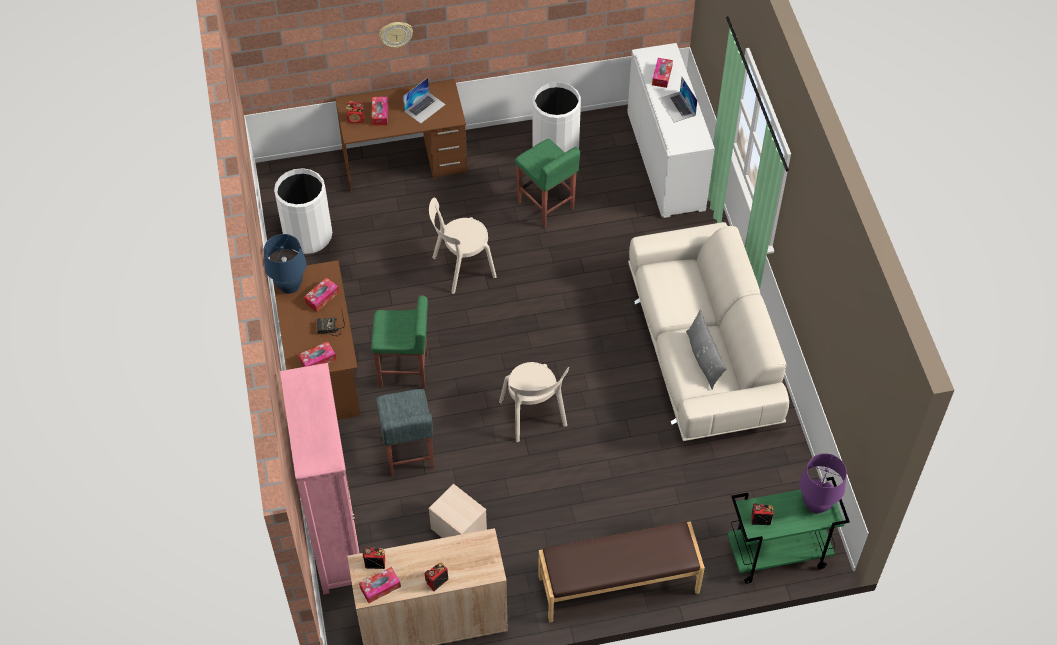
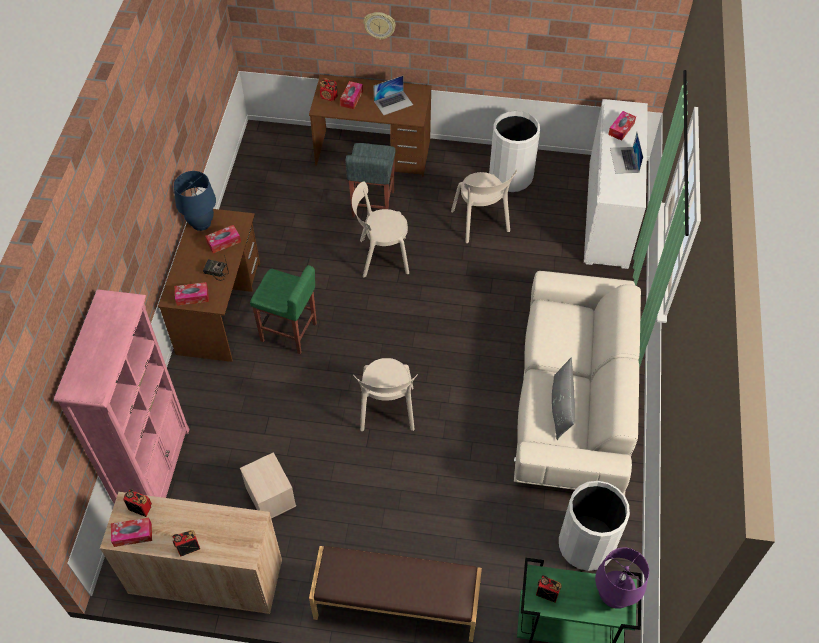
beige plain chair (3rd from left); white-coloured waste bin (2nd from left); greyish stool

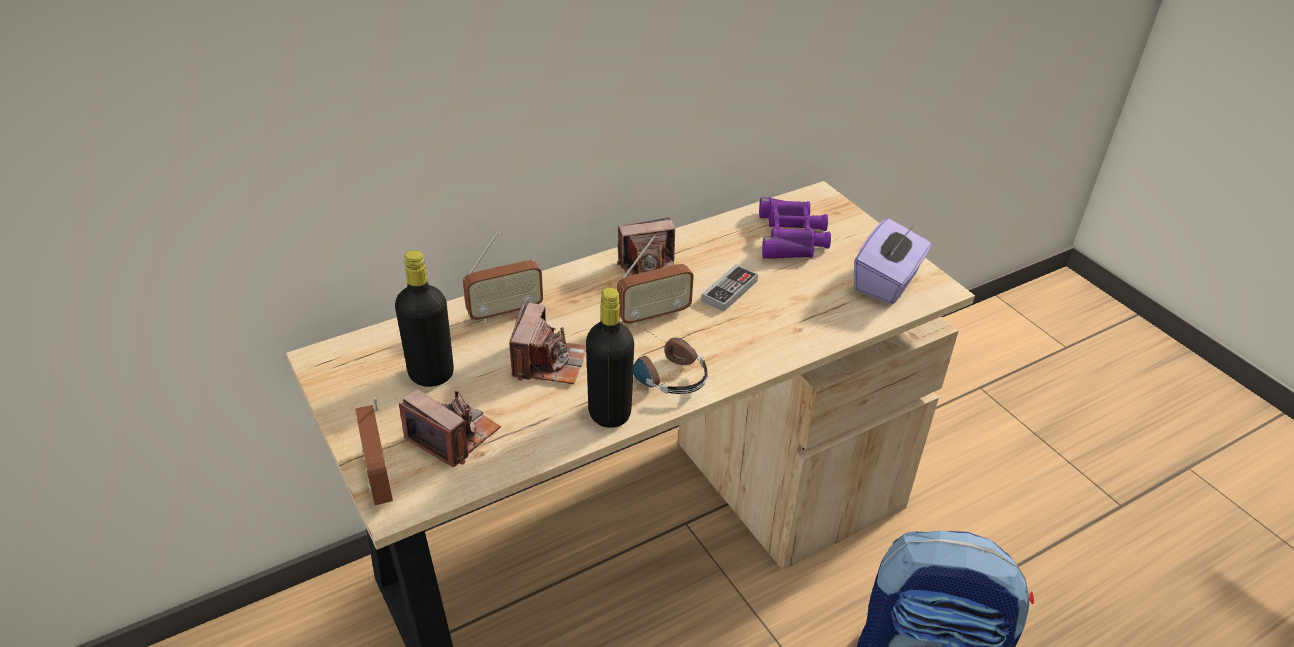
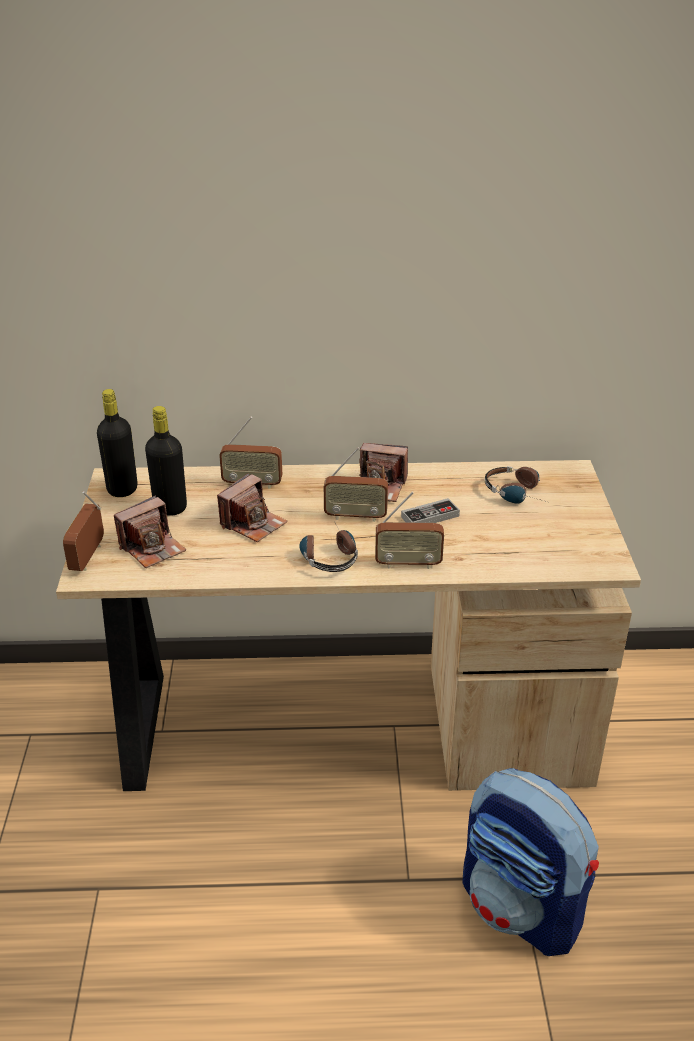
pair of headphones (2nd from left); purple tissue holder; black drink bottle (1st from left); still camera (1st from left); radio (4th from left)

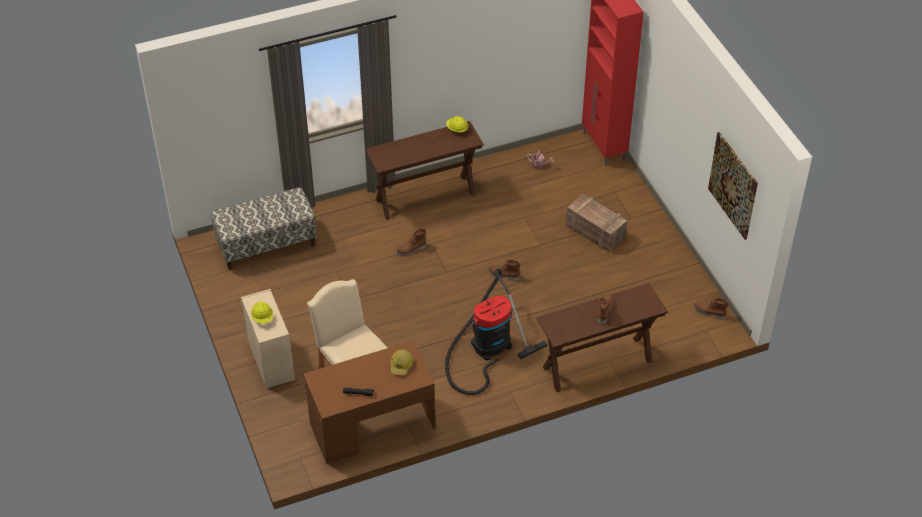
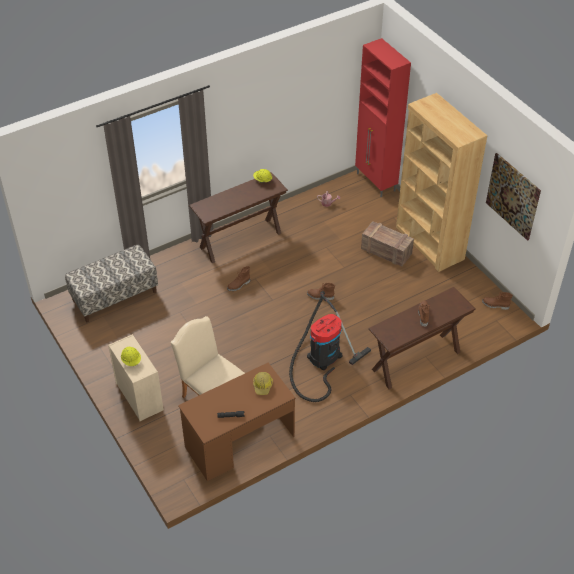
brown-coloured bookcase

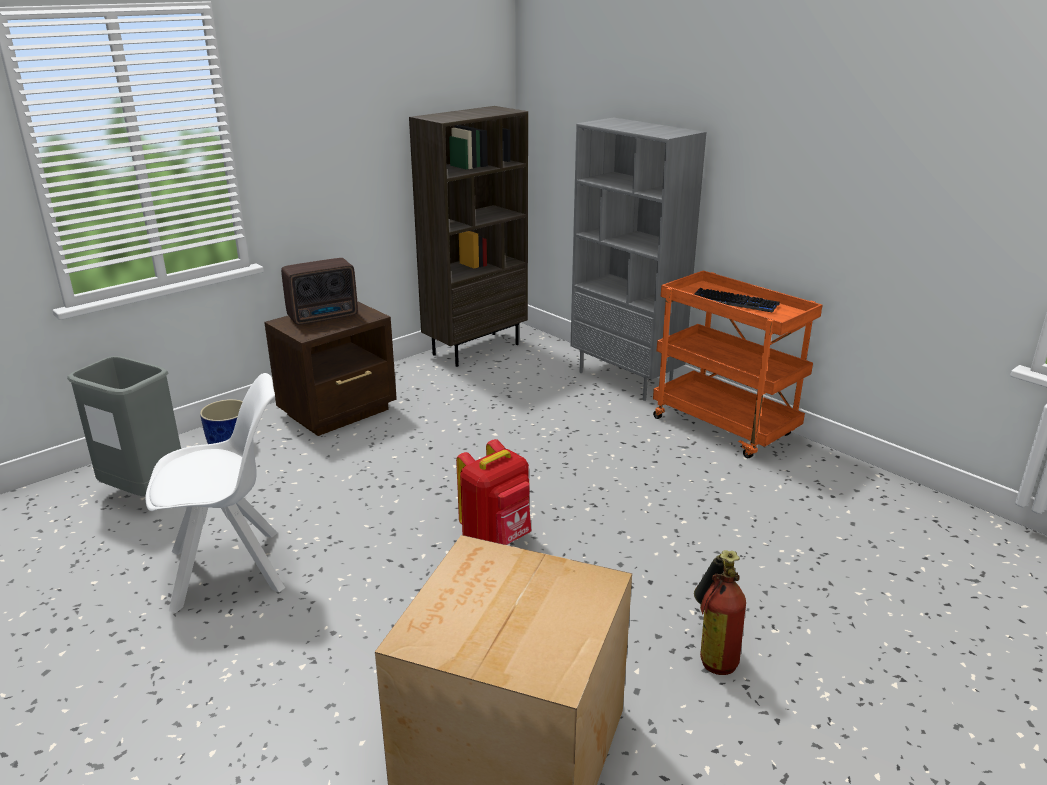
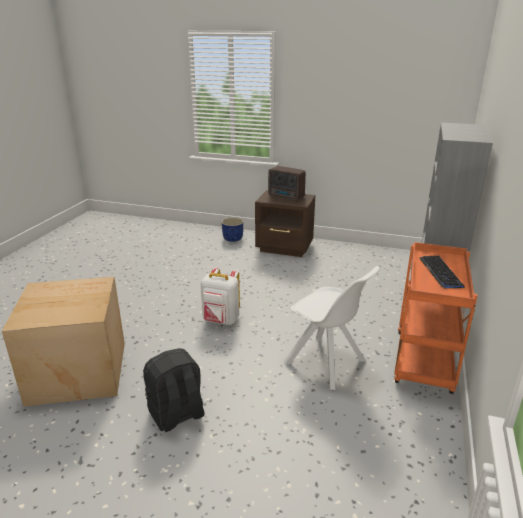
brown-coloured bookcase; greyish waste bin; white-coloured plain chair; white-coloured rucksack; black rucksack

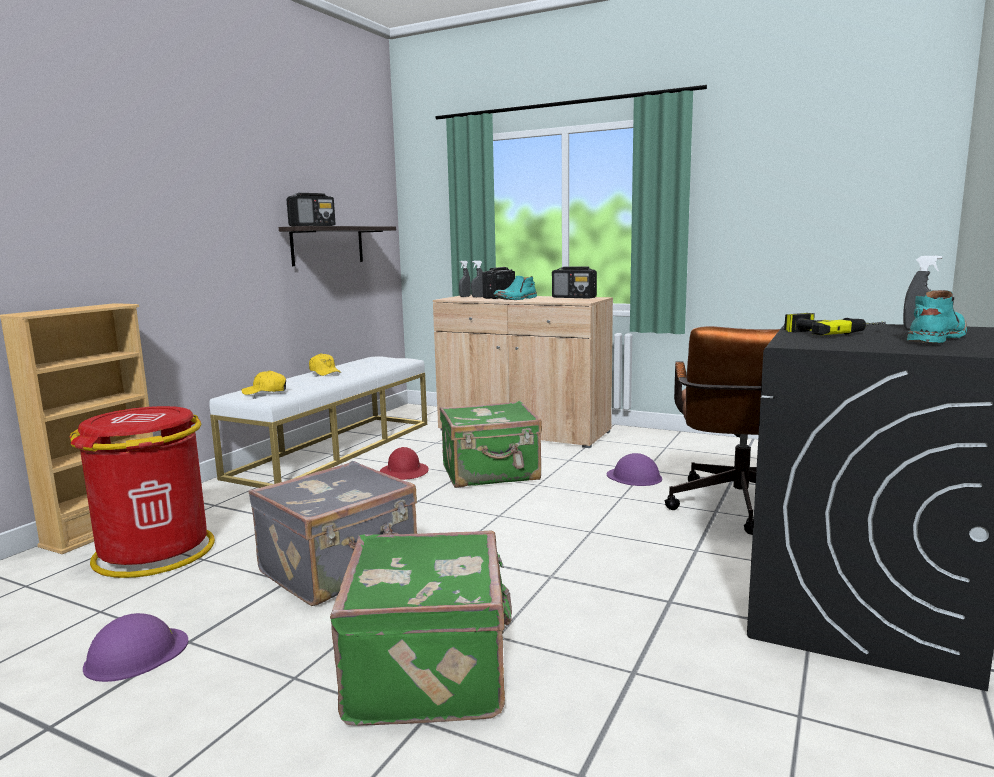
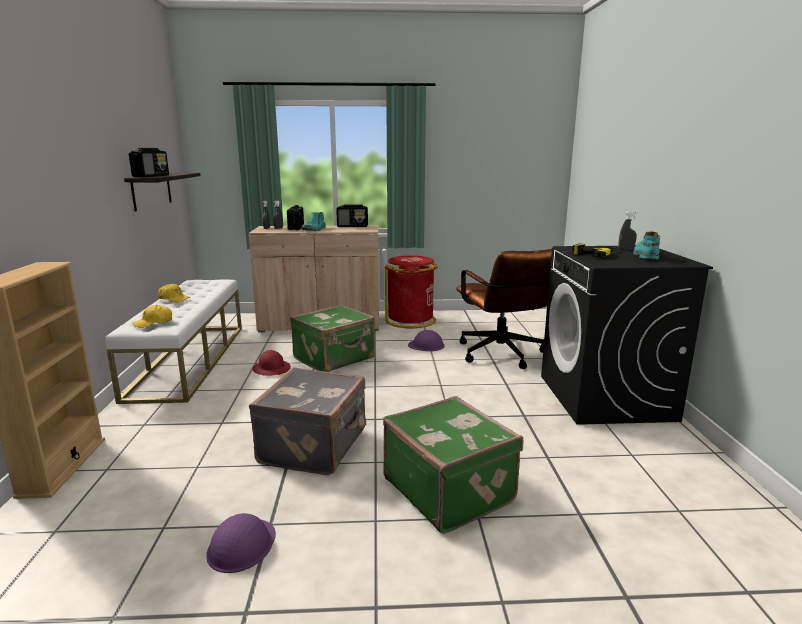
red waste bin

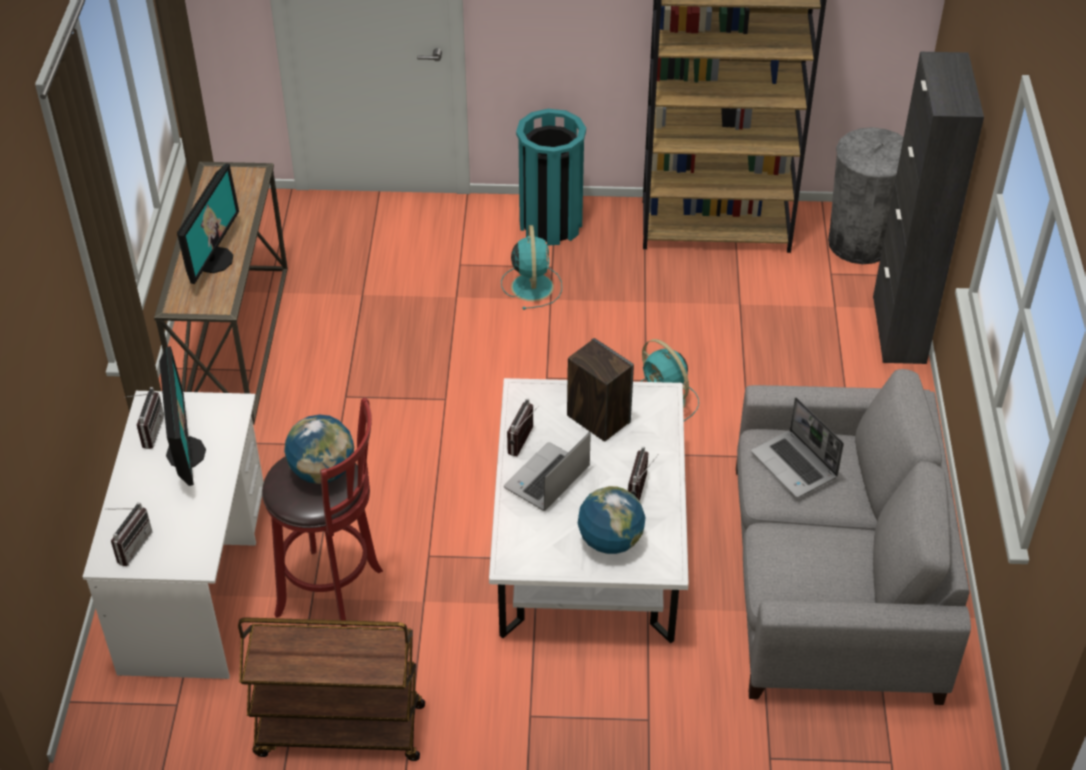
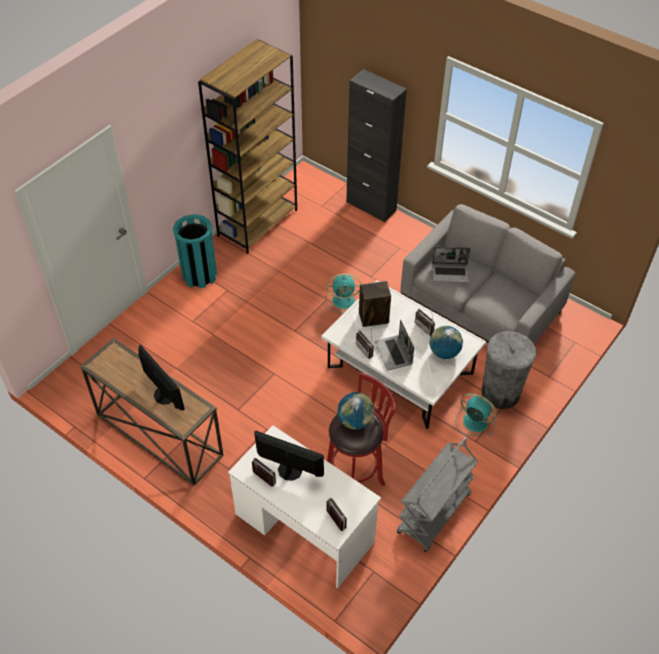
greyish waste bin; turquoise-coloured fan (2nd from left); greyish wheeled cart

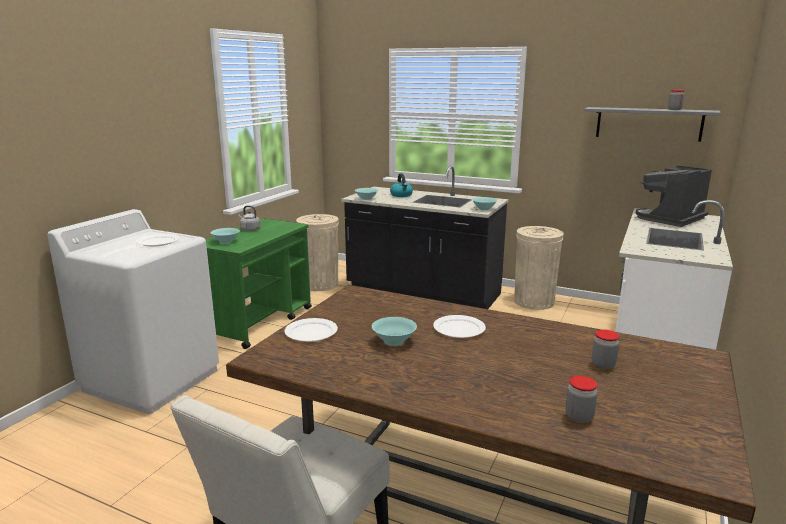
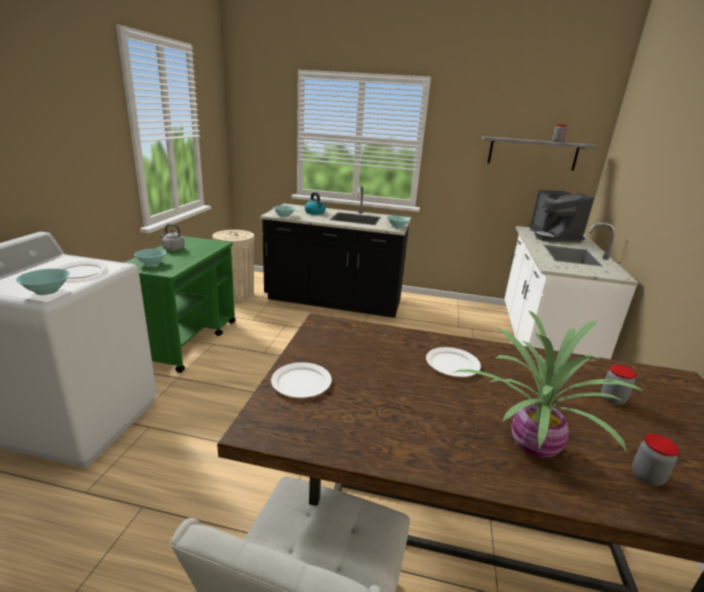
coffee maker; beige waste bin (2nd from left in the first image); turquoise-coloured serving bowl (1st from left); potted plant

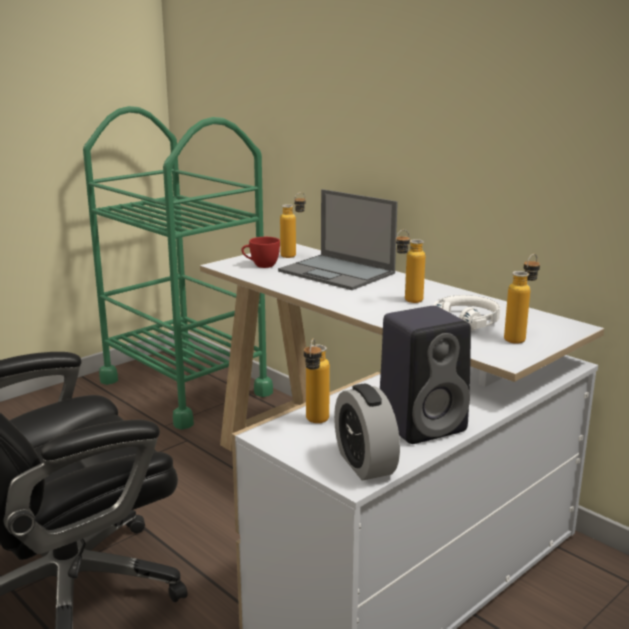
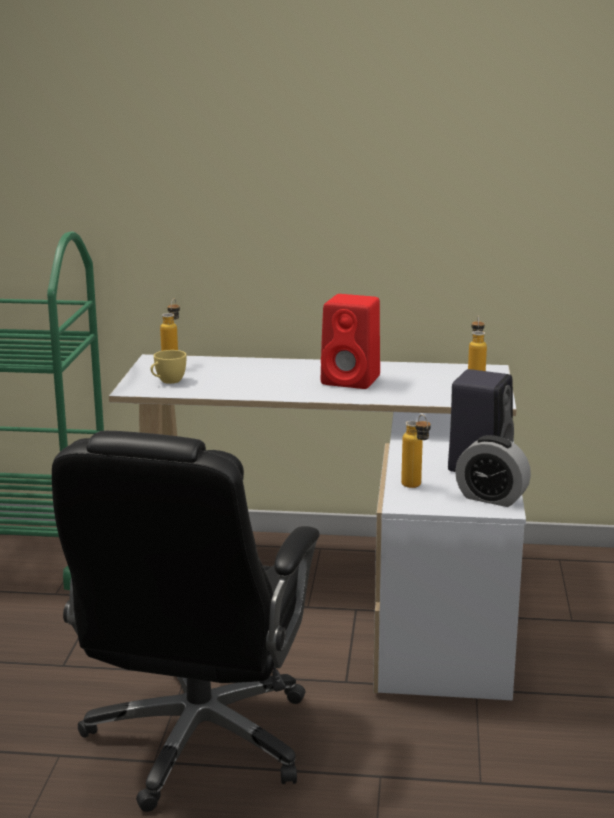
laptop; red speaker; yellow-coloured cup; white-coloured pair of headphones

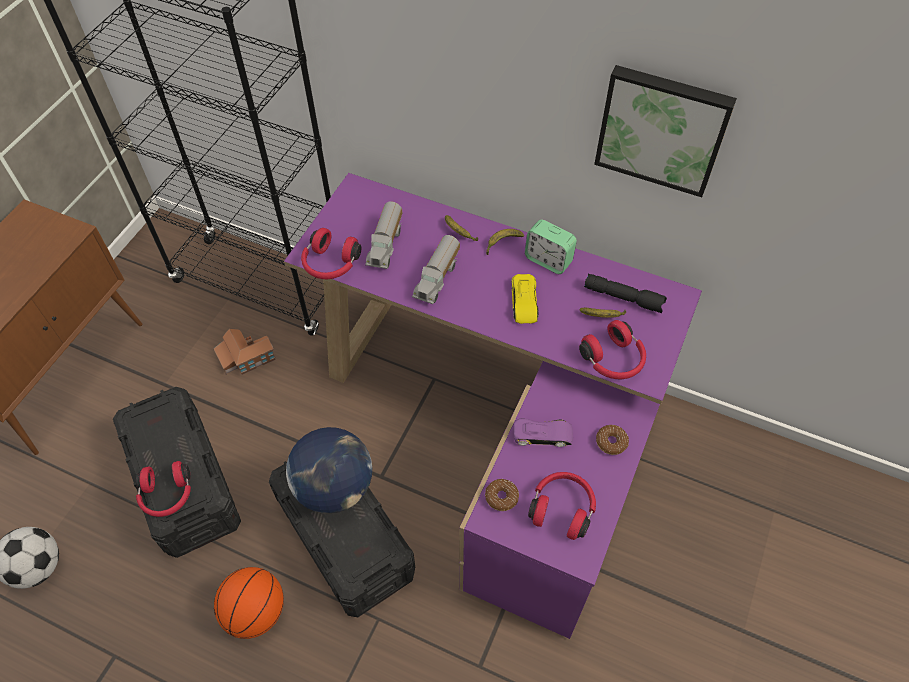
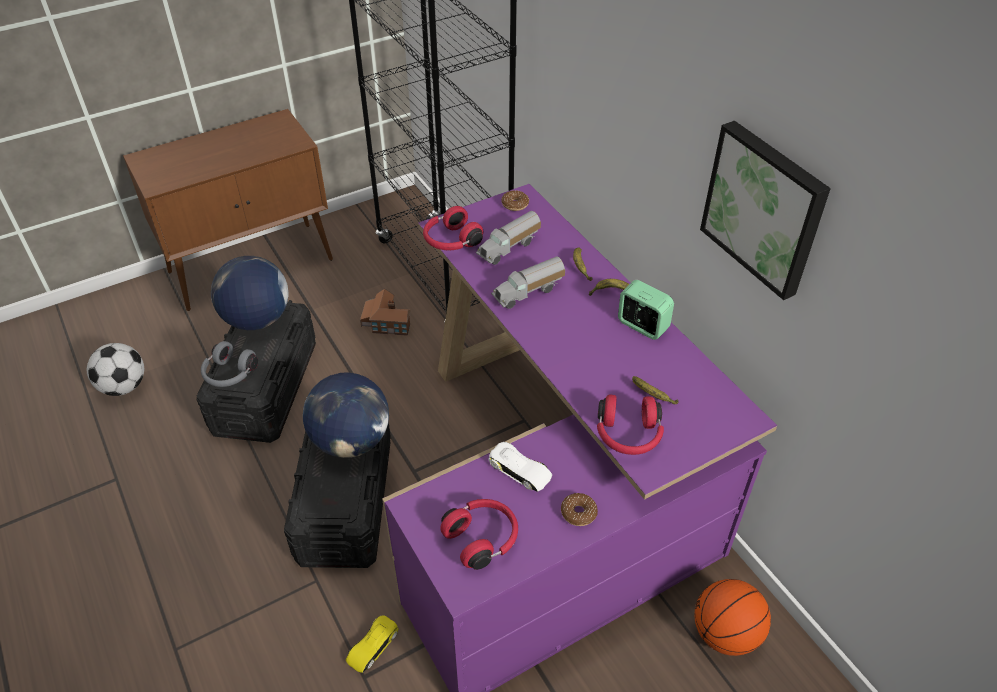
table clock; yellow-coloured miniature car; black flashlight; white-coloured miniature car; greyish pair of headphones; donut (1st from left); ball for basketball; desk globe (1st from left)

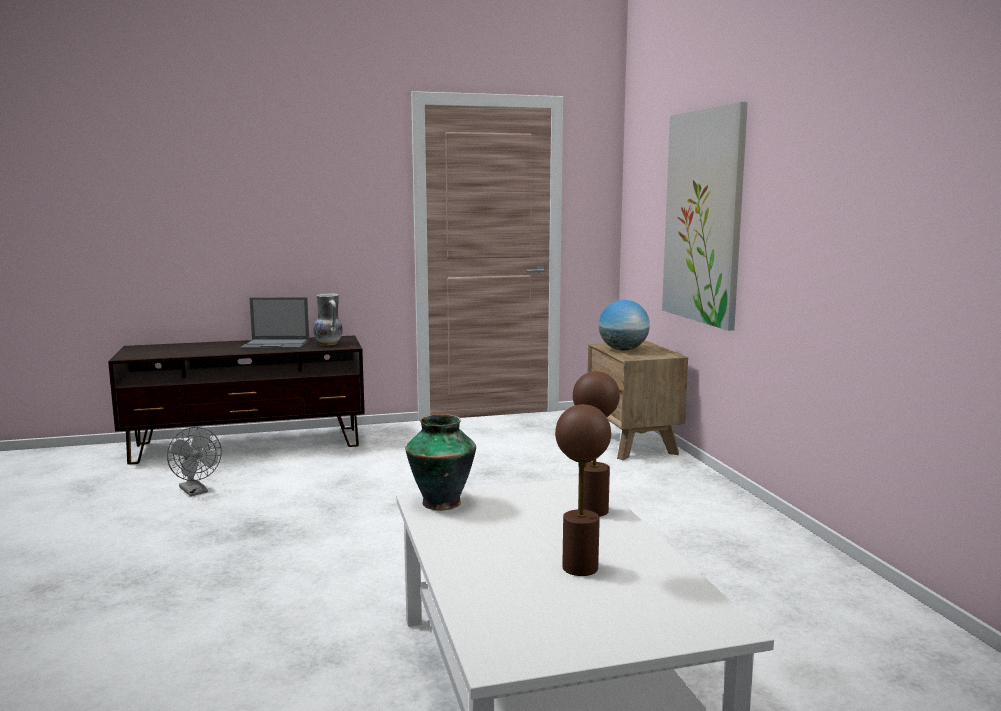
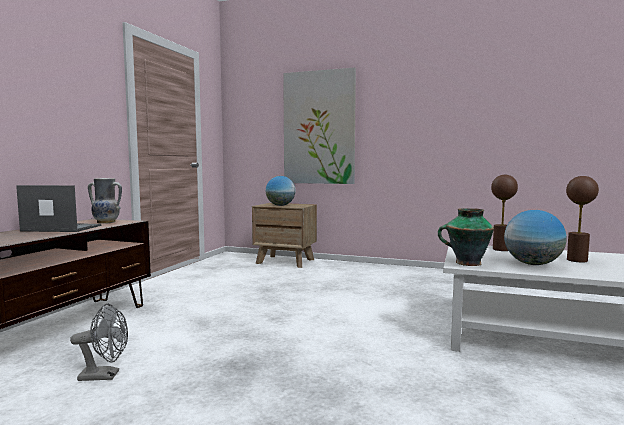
laptop; desk globe (2nd from left)

